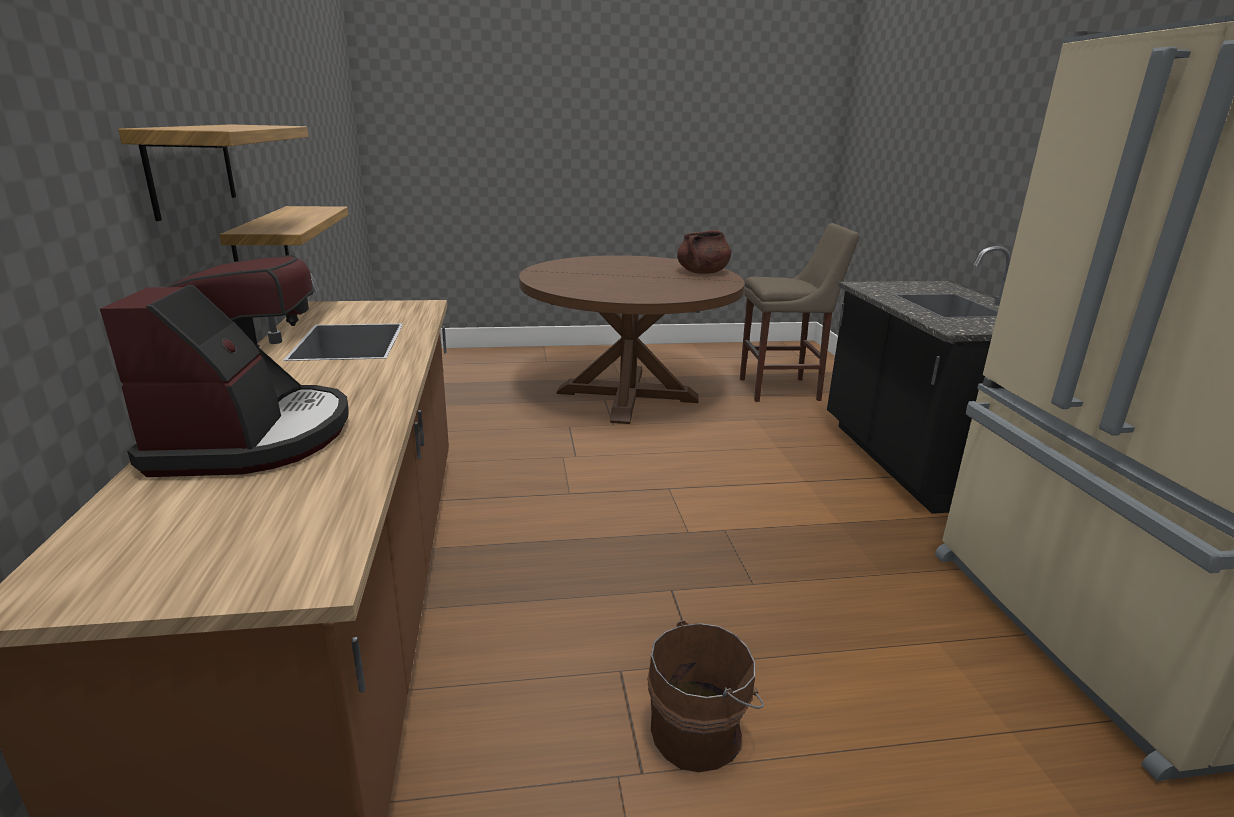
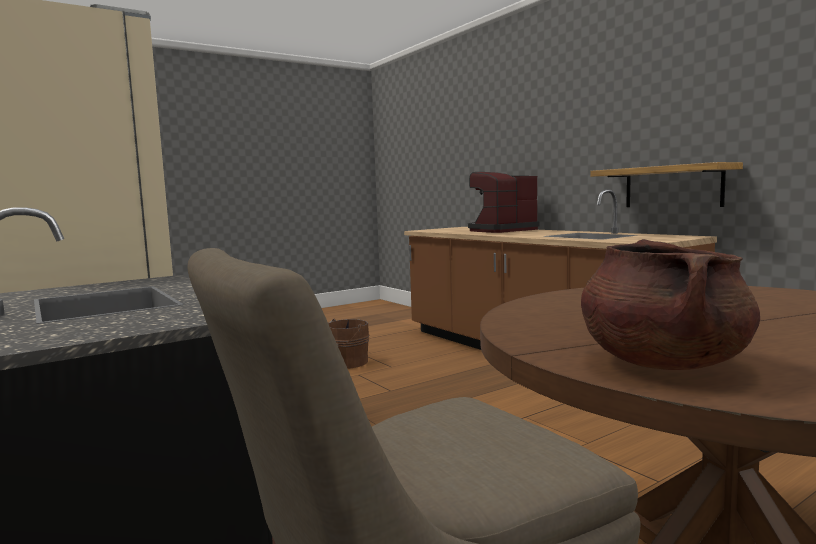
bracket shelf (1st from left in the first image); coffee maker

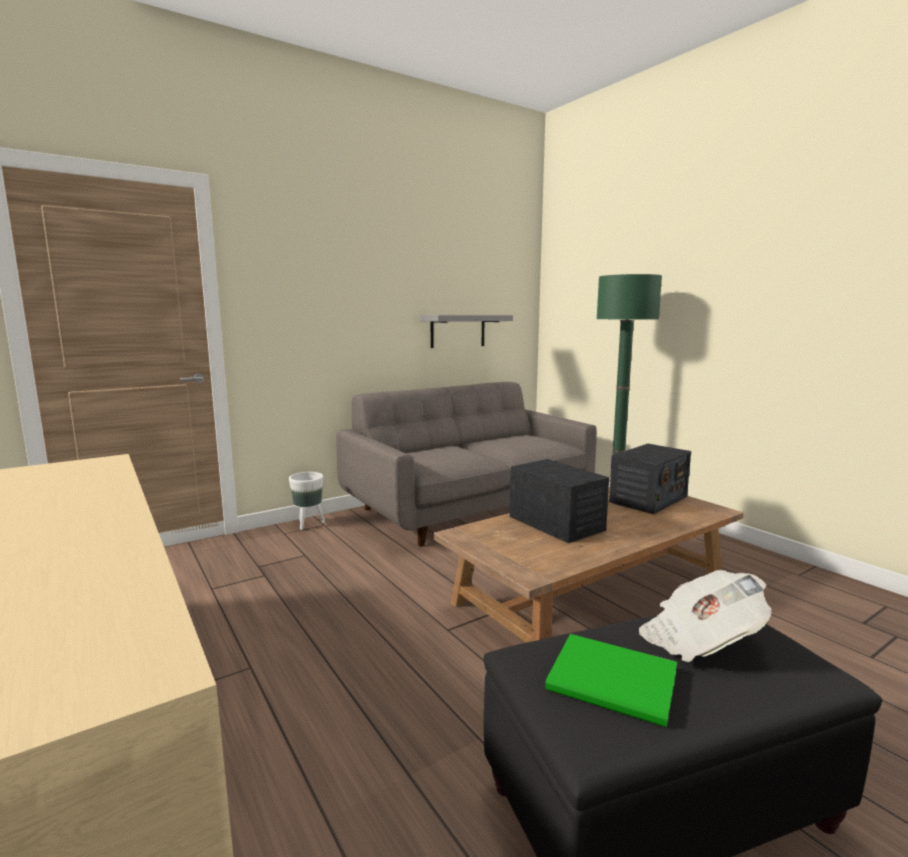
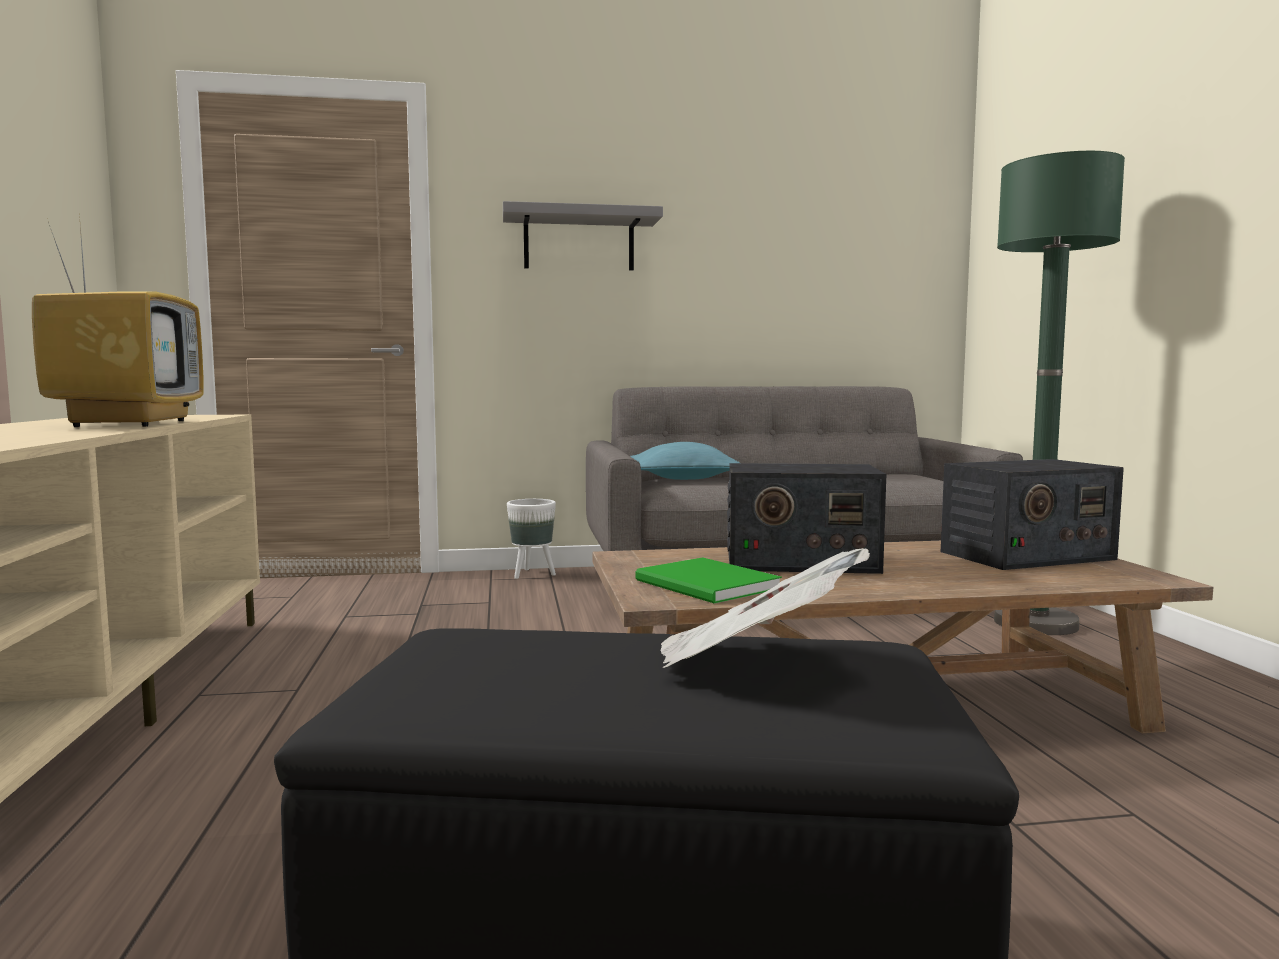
greyish bracket shelf; radio (1st from left); green-coloured bound book; television; turquoise-coloured throw pillow

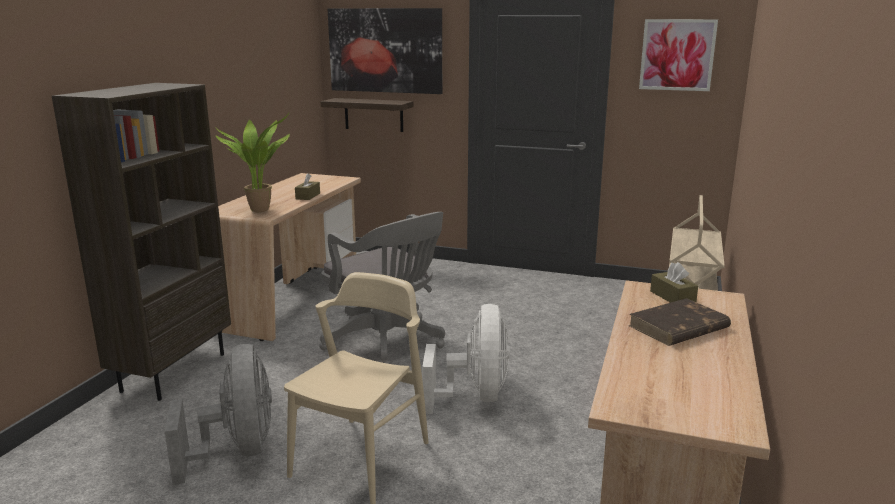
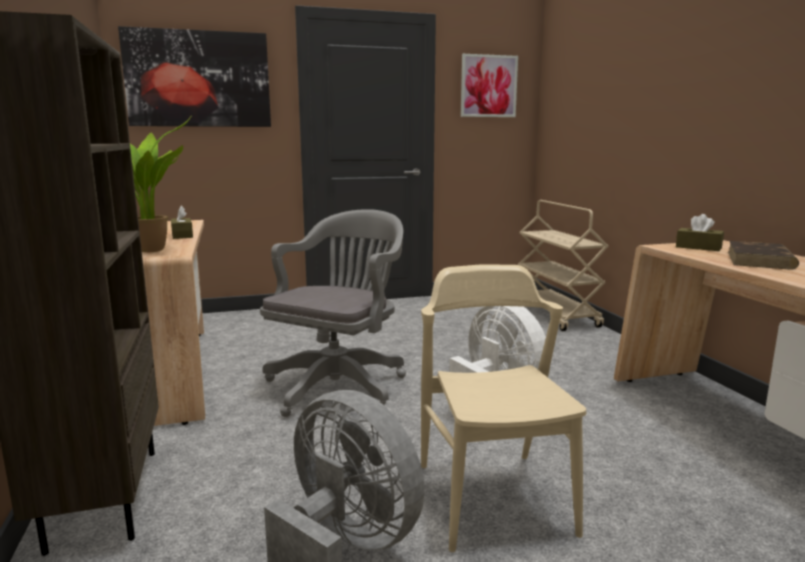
bracket shelf; greyish computer chair

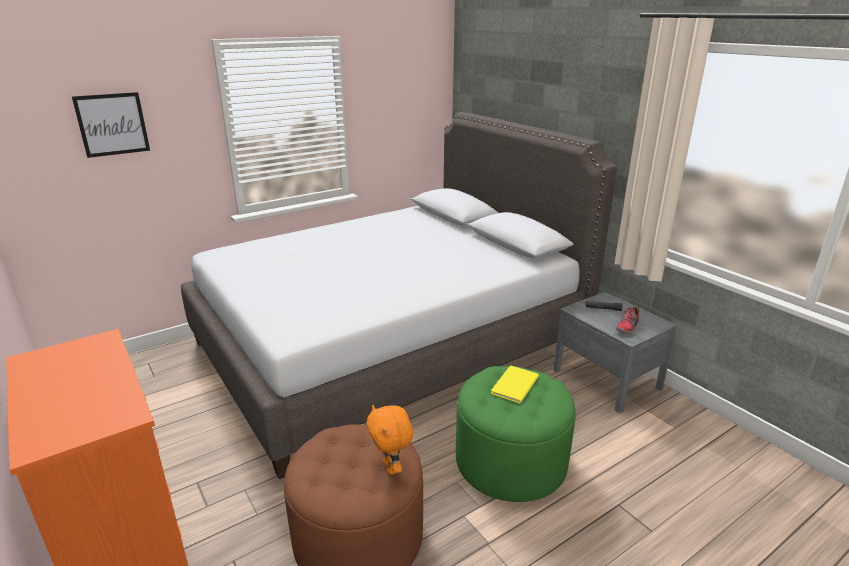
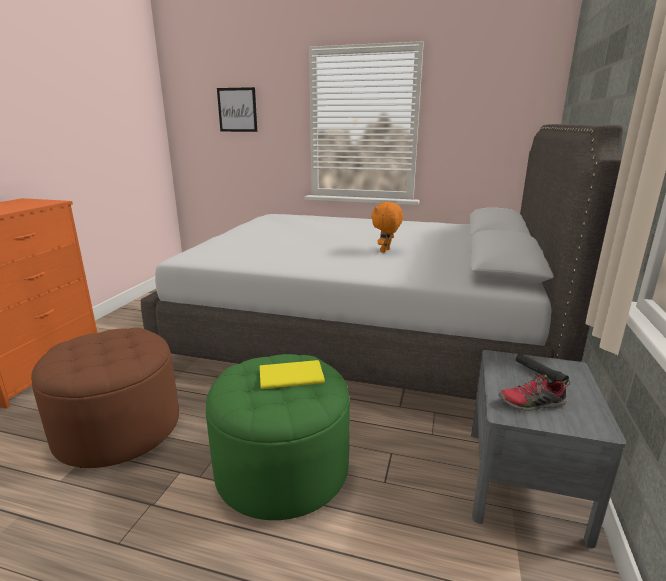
orange plush toy

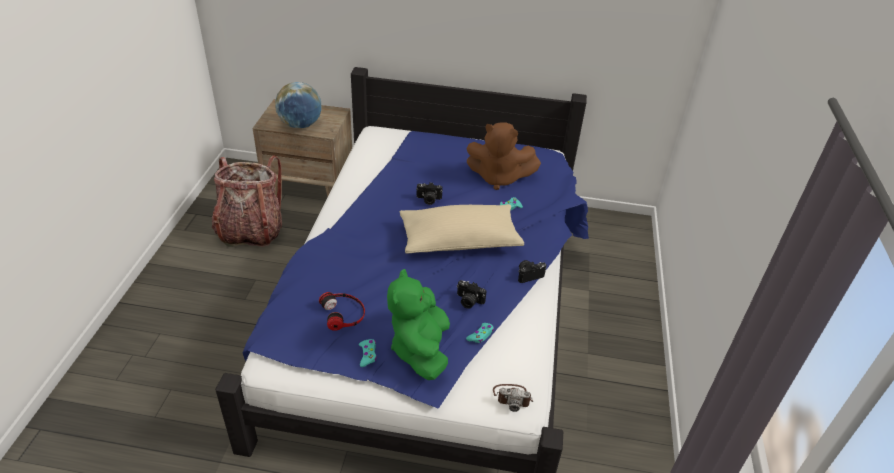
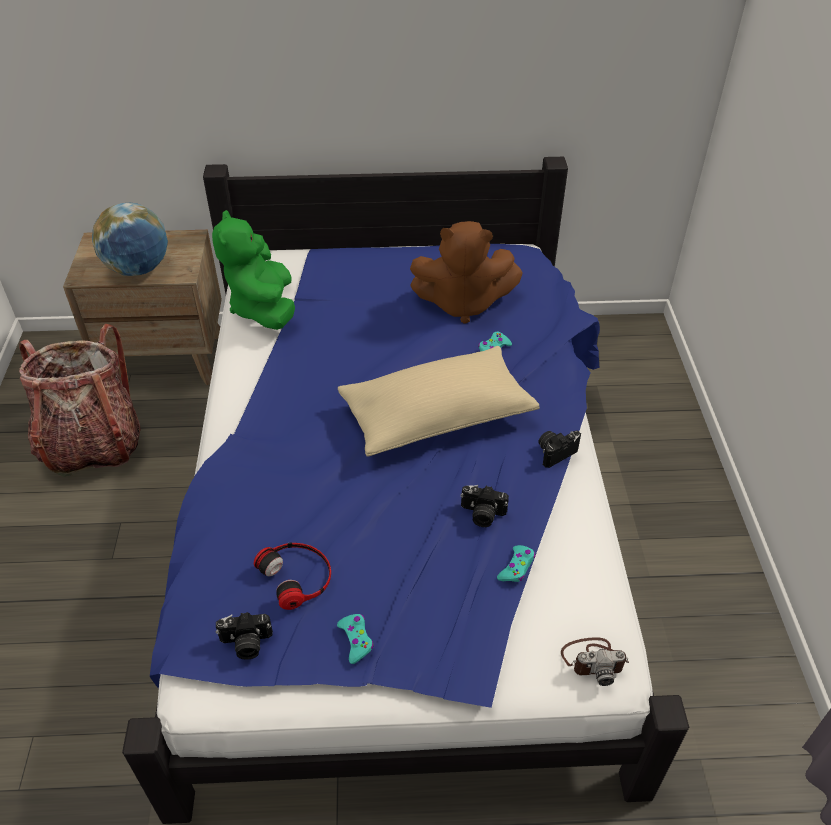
still camera (1st from left); green-coloured plush toy

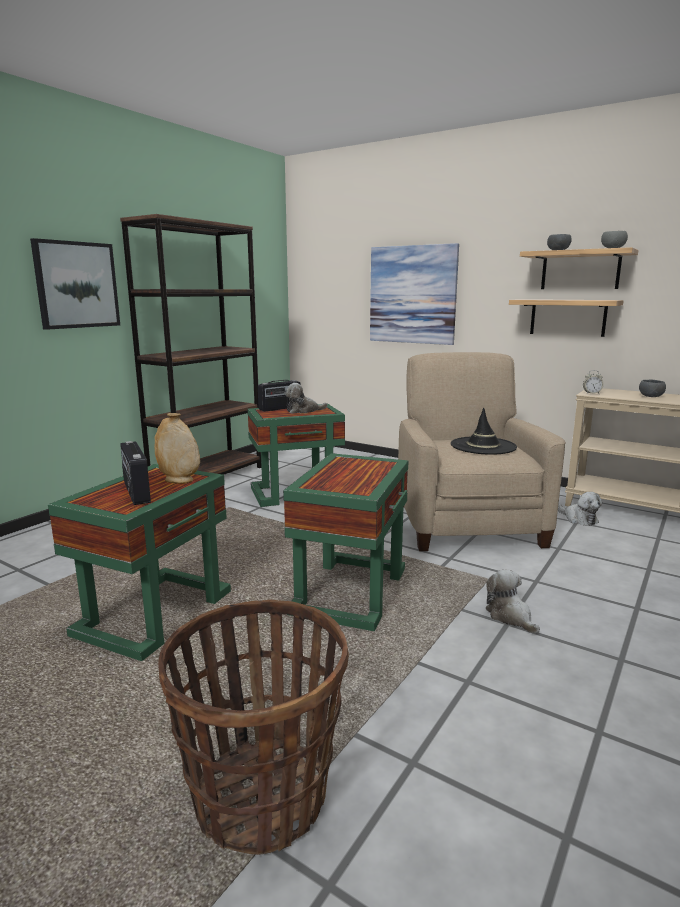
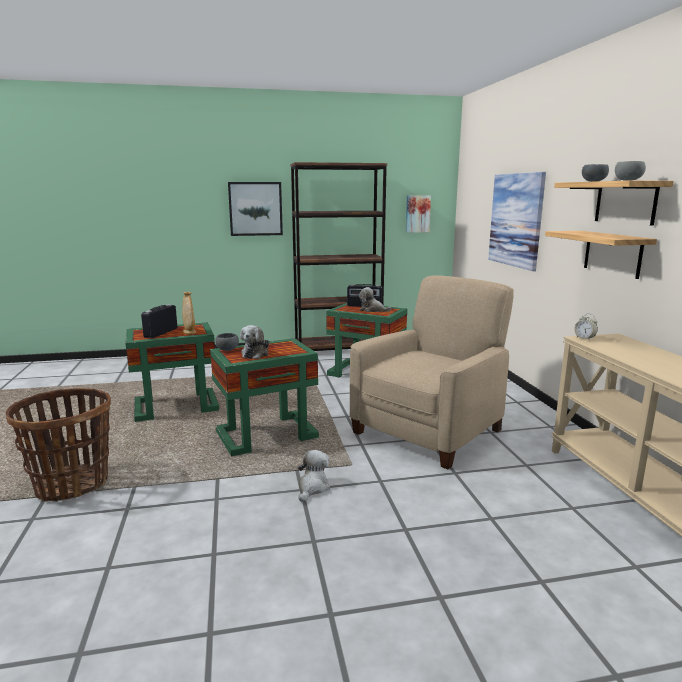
greyish serving bowl (1st from left); black wearable hat; plush toy (1st from left); wall picture (2nd from left)

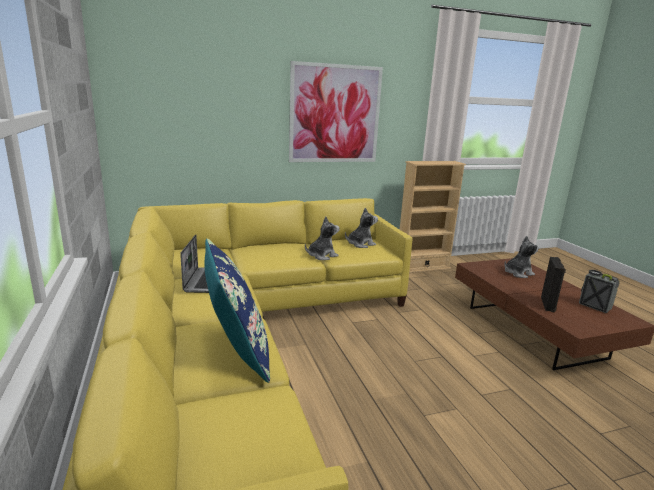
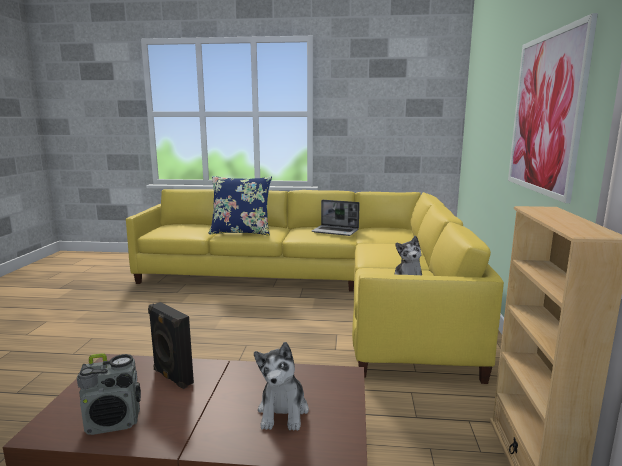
plush toy (1st from left in the first image)

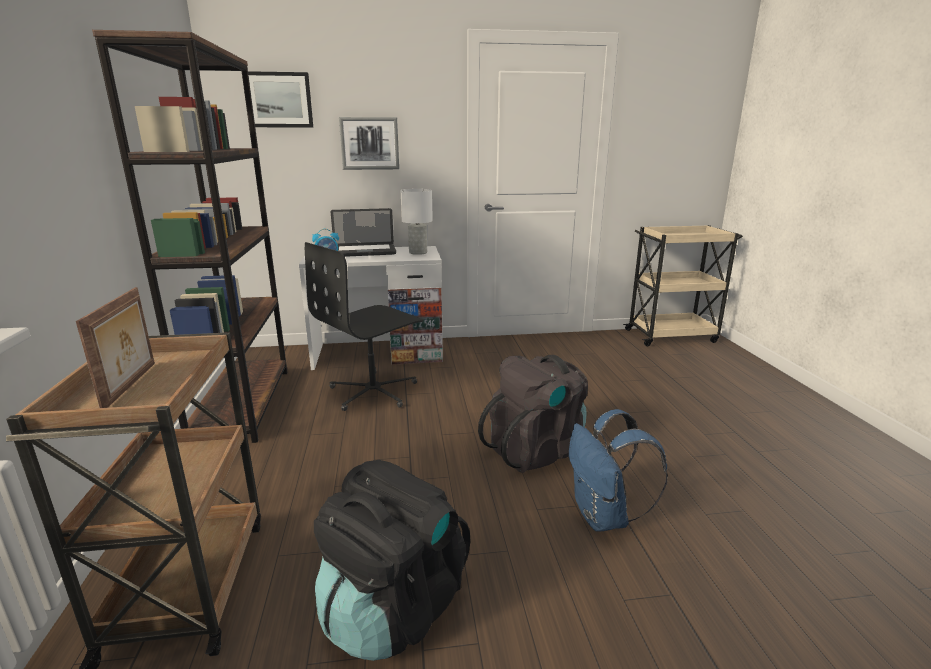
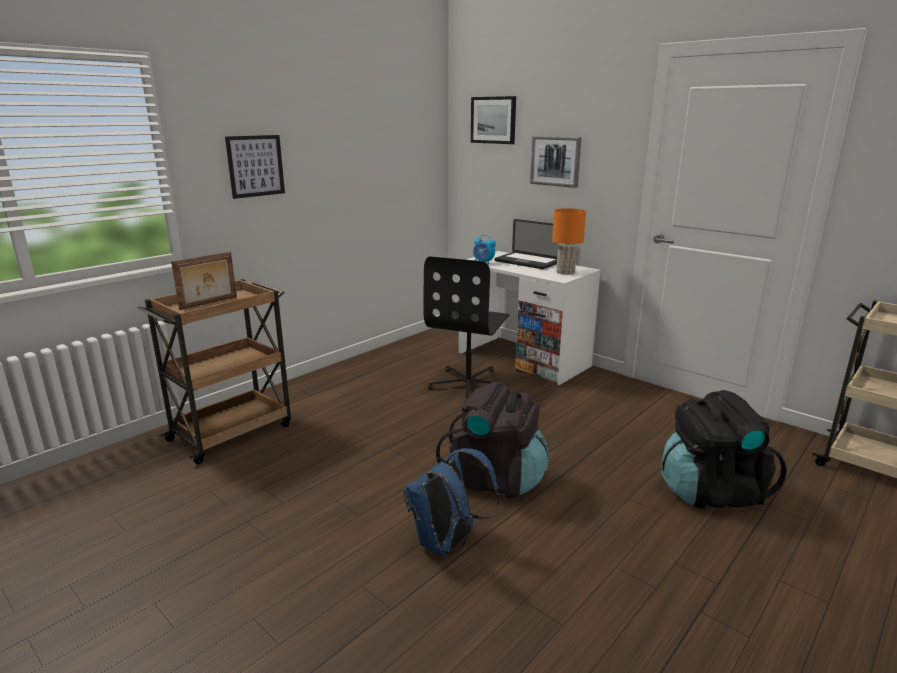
brown-coloured bookcase; orange table lamp; black computer chair; black rucksack (2nd from left); wall picture (1st from left)

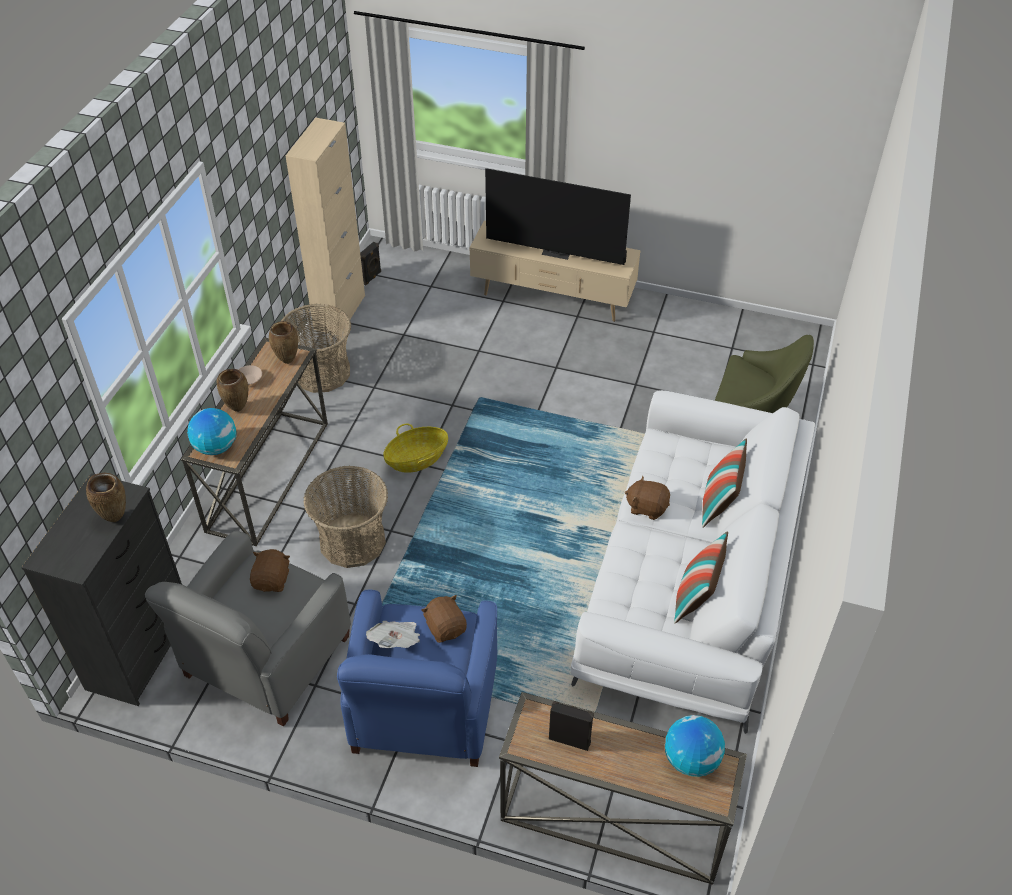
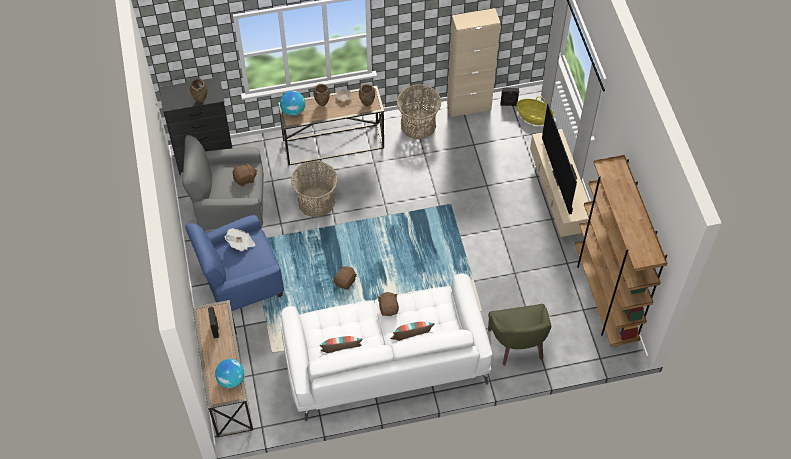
household basket (3rd from left); brown-coloured plush toy (2nd from left); brown-coloured bookcase

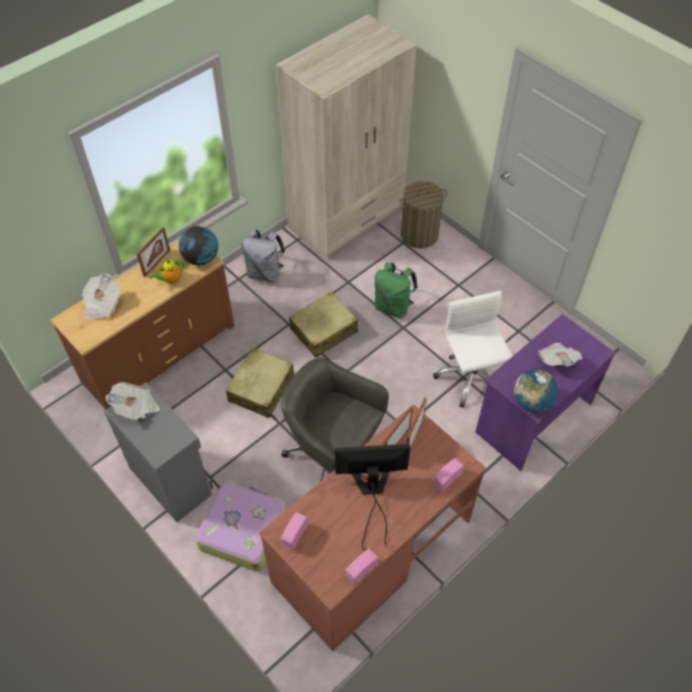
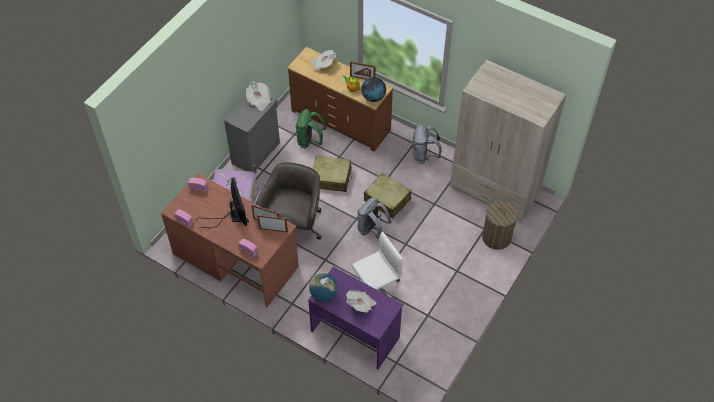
green-coloured rucksack; greyish rucksack (1st from left)

